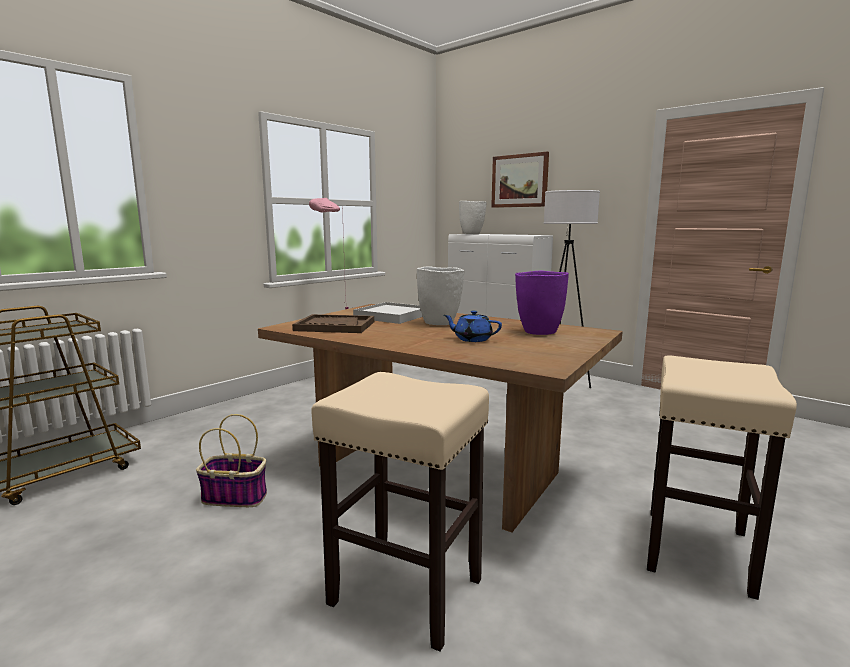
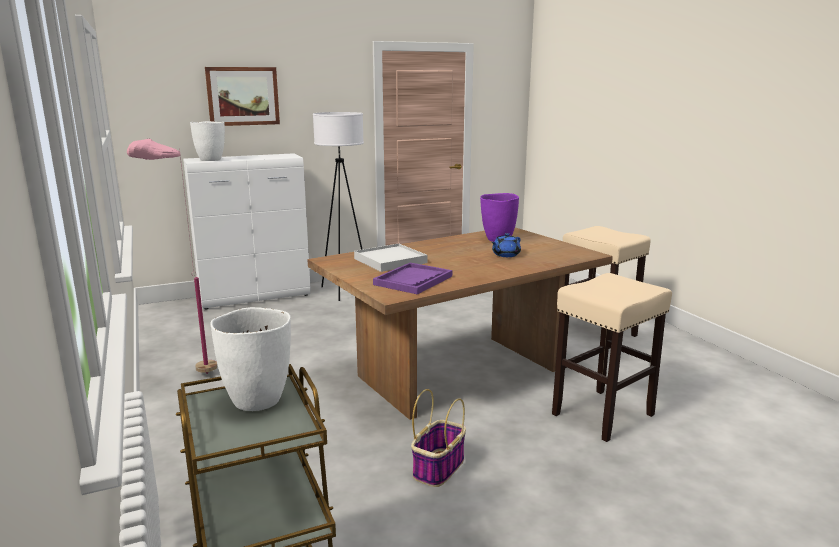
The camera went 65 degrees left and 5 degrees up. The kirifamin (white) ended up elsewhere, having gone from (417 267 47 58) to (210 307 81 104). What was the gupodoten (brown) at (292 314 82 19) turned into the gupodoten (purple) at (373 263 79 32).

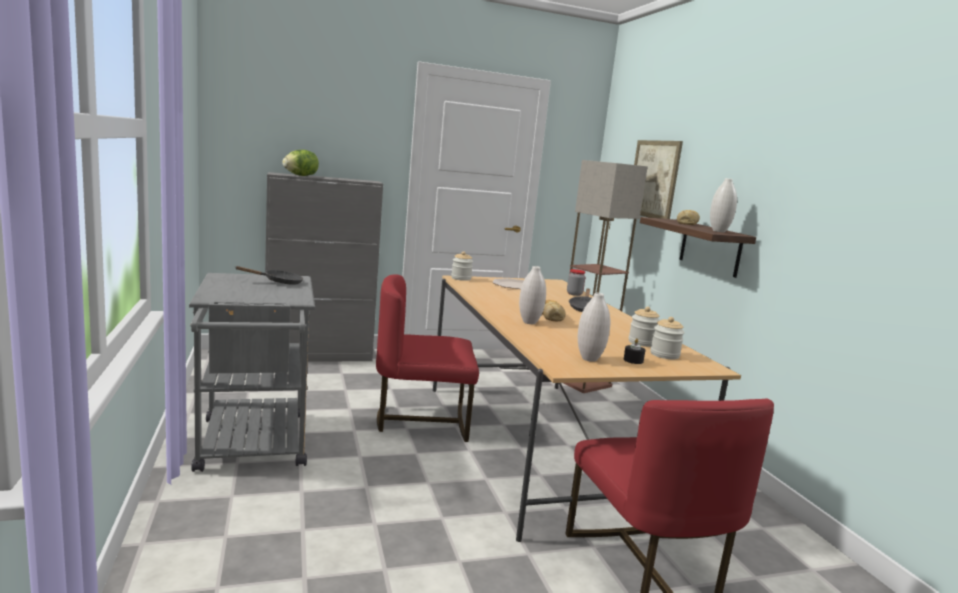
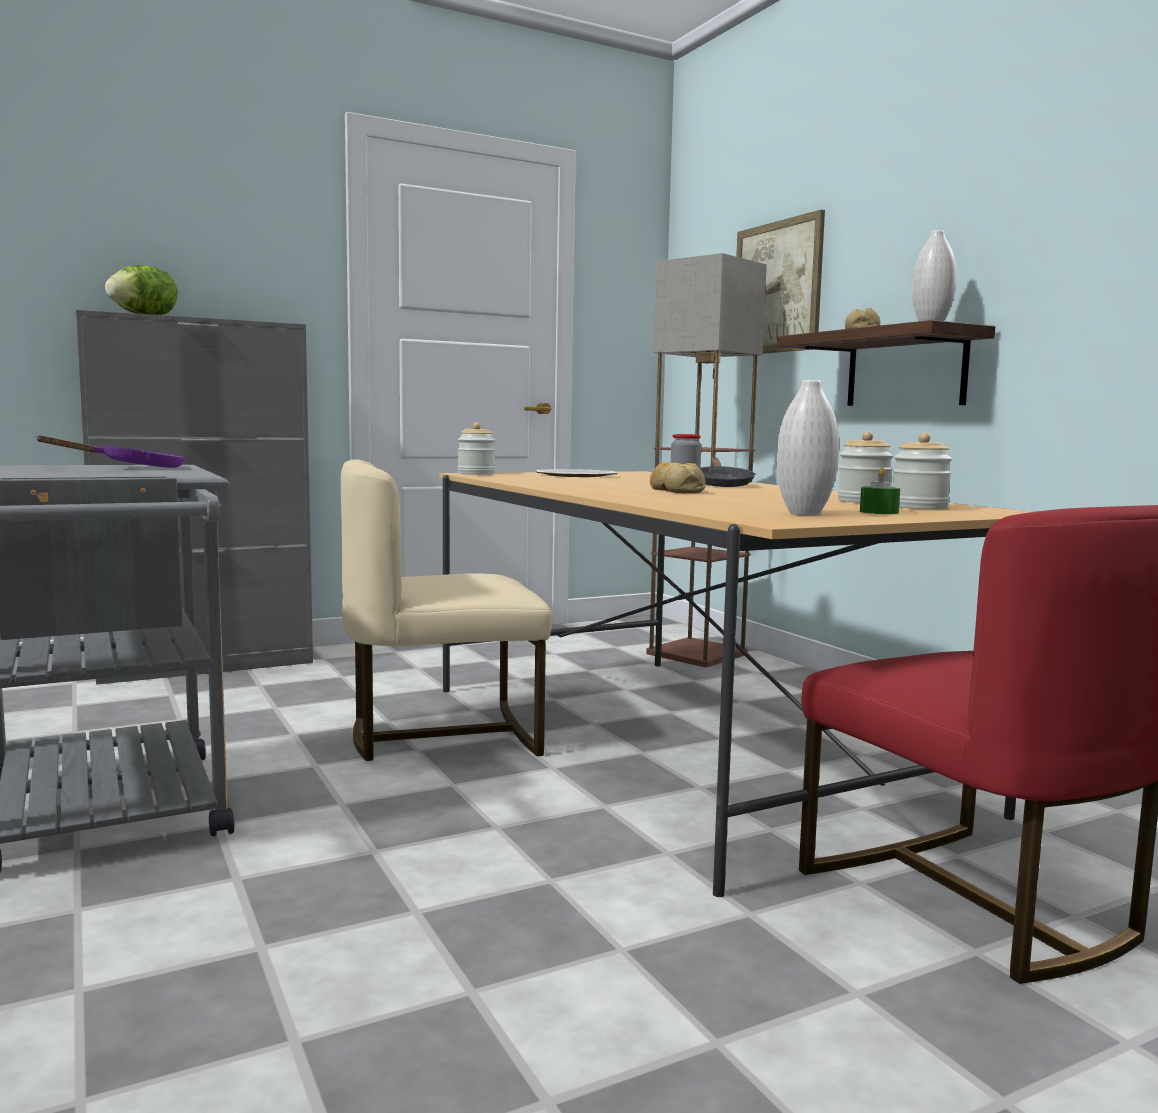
The camera went 10 degrees left and 5 degrees down. The second view lost the kirifamin (white) at (519 266 27 58). What was the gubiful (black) at (236 266 67 19) turned into the gubiful (purple) at (34 435 152 33). What was the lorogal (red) at (376 274 103 168) turned into the lorogal (beige) at (341 459 211 302). What was the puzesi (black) at (624 338 21 26) turned into the puzesi (green) at (860 467 40 47).

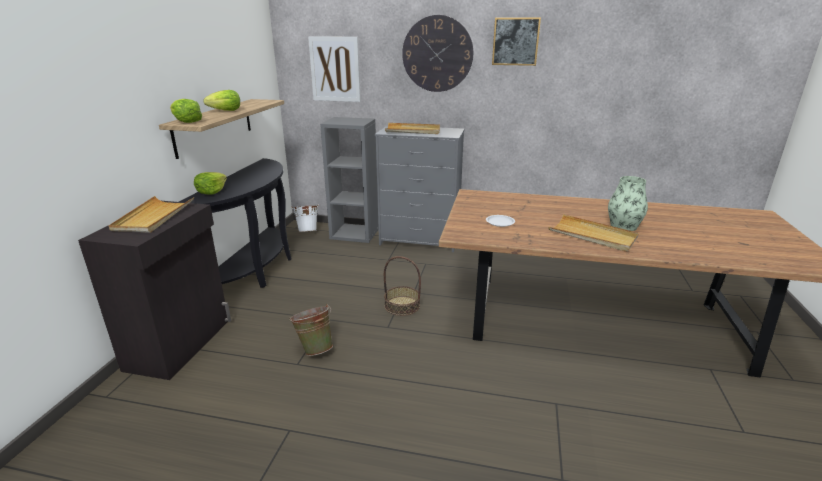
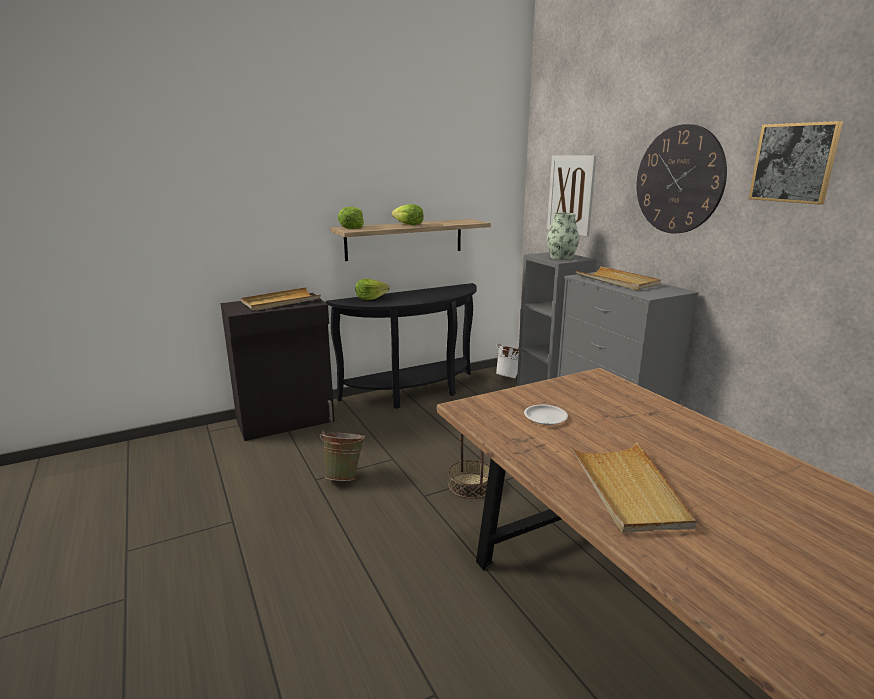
The camera went 50 degrees right and 5 degrees down. The kirifamin ended up elsewhere, having gone from (608 176 40 55) to (547 213 32 47).

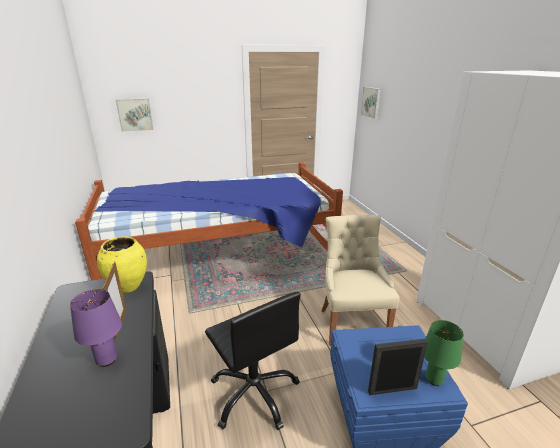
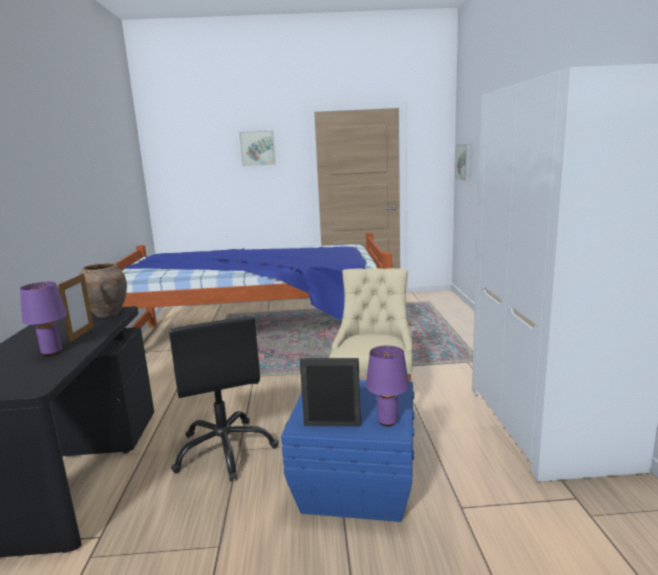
The camera went 15 degrees right and 10 degrees down. The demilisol ended up elsewhere, having gone from (116 98 37 34) to (239 131 36 35). What was the kirifamin (yellow) at (97 236 50 57) turned into the kirifamin (brown) at (80 263 47 55). What was the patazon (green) at (424 320 40 66) turned into the patazon (purple) at (366 346 43 80).

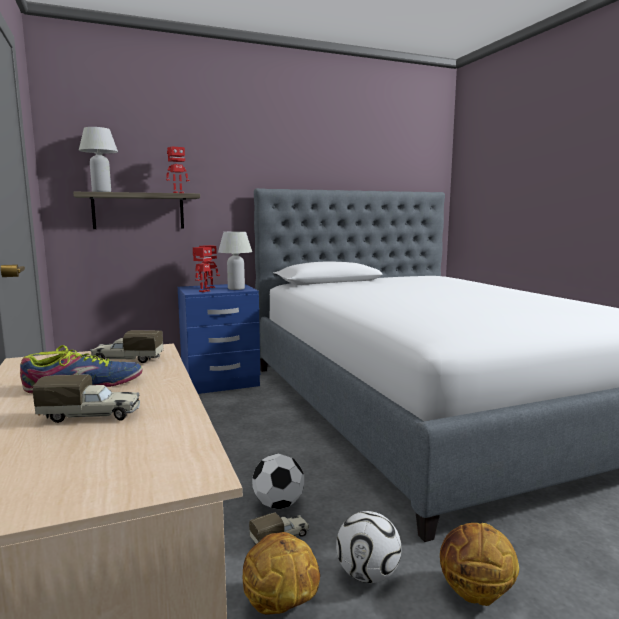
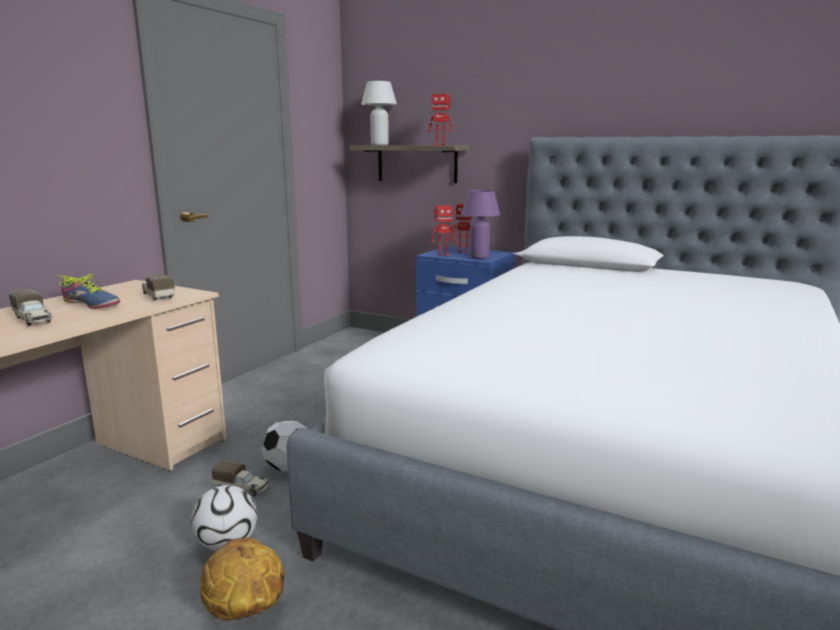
The camera went 50 degrees right and 5 degrees up. The second view lost the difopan at (243 532 77 82). What was the patazon (white) at (218 231 34 59) turned into the patazon (purple) at (461 190 39 69).

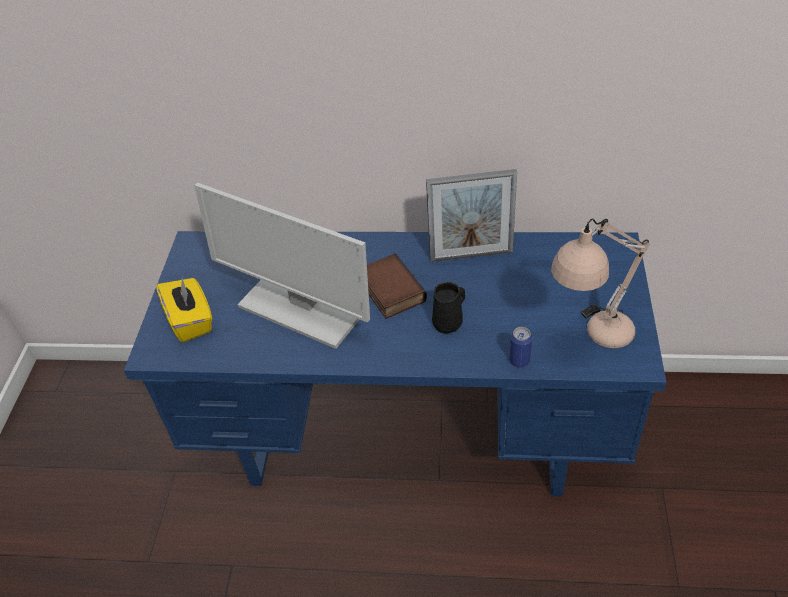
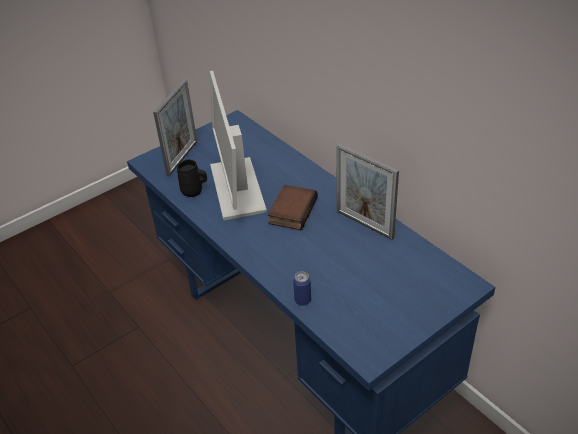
The camera went 45 degrees right and 5 degrees down. The second view lost the patazon (beige) at (551 219 99 129). The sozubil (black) ended up elsewhere, having gone from (432 282 33 52) to (177 159 30 38). Where the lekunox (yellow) stood at (156 276 56 66), the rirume came to stand at (153 79 44 97).

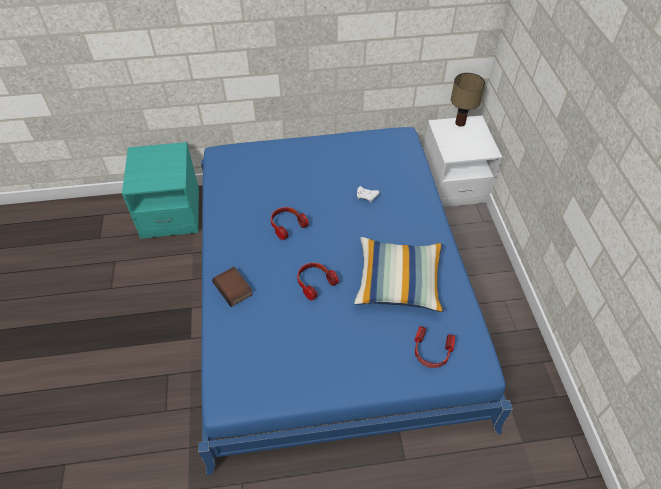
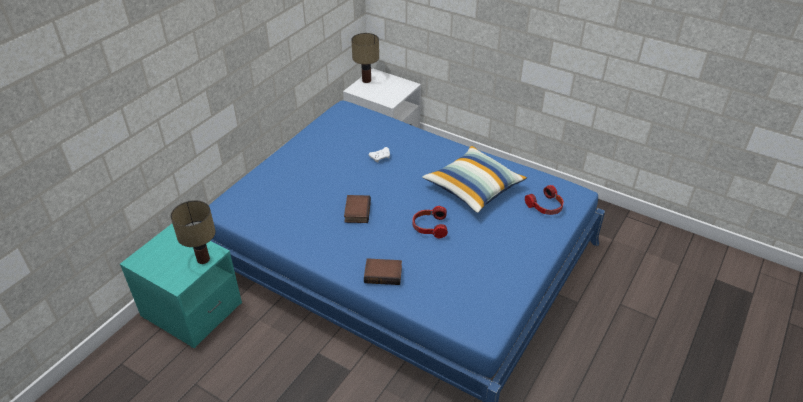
The camera went 50 degrees left and 10 degrees down. The second view gained the patazon at (171 200 45 64). Where the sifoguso stood at (271 207 38 33), the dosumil came to stand at (344 195 27 28).

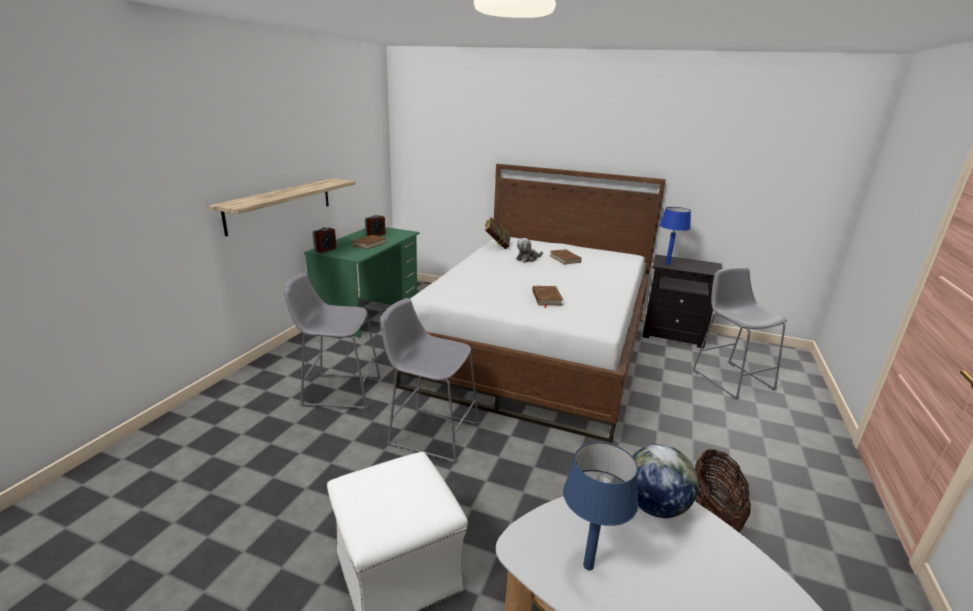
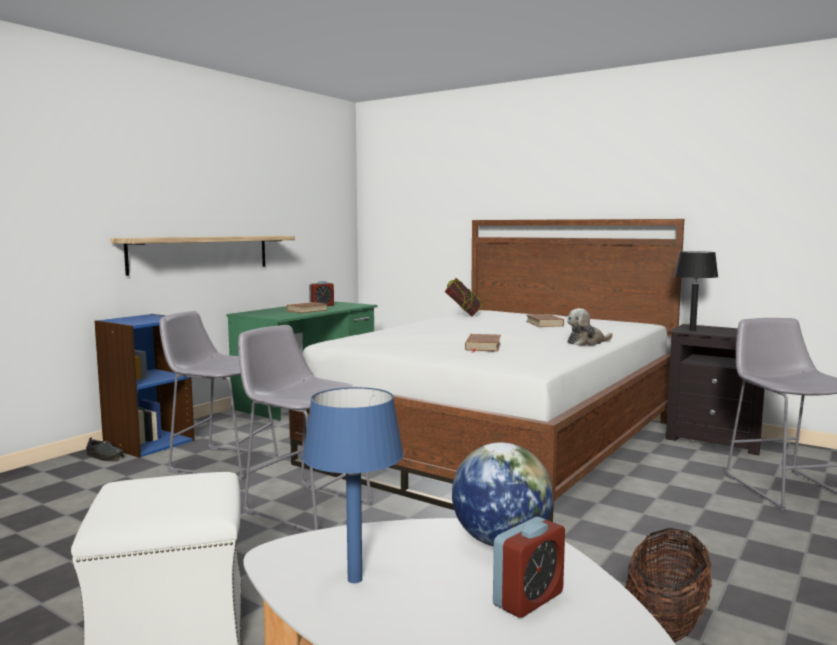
The camera went 15 degrees right and 15 degrees down. The second view gained the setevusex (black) at (86 437 38 24). The second view gained the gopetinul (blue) at (94 314 101 144). The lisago ended up elsewhere, having gone from (312 227 24 26) to (493 517 72 100). The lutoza ended up elsewhere, having gone from (516 238 27 25) to (567 308 46 38). What was the patazon (blue) at (659 207 32 58) turned into the patazon (black) at (674 251 44 80).

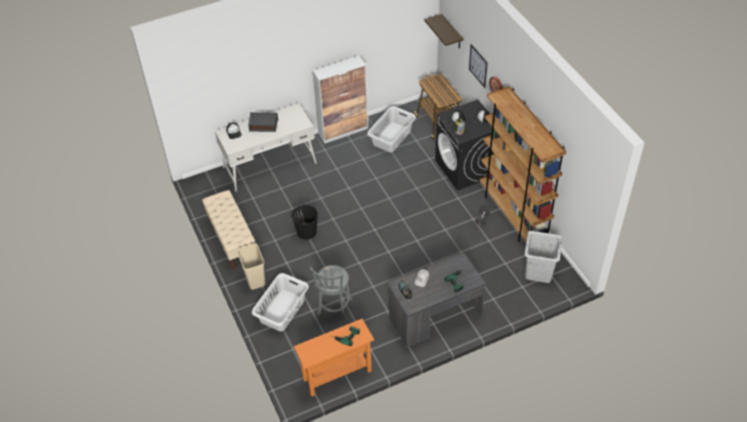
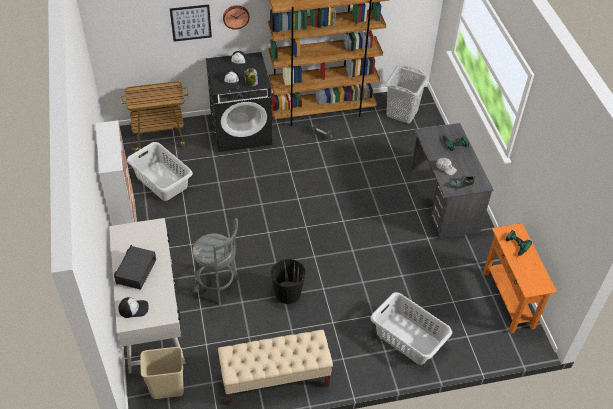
The camera went 80 degrees left and 0 degrees up. The second view lost the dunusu at (424 14 39 34). The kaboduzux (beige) ended up elsewhere, having gone from (237 243 28 47) to (140 347 44 52). The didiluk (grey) ended up elsewhere, having gone from (310 265 43 56) to (193 218 47 87).

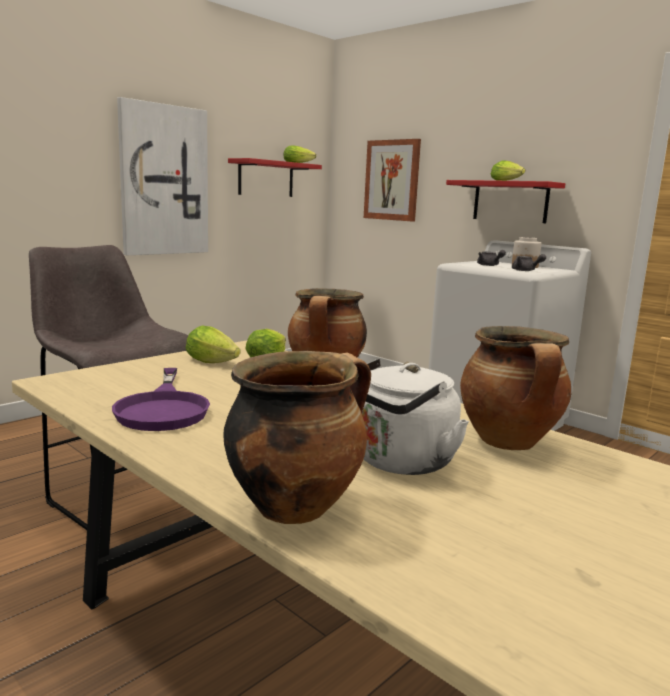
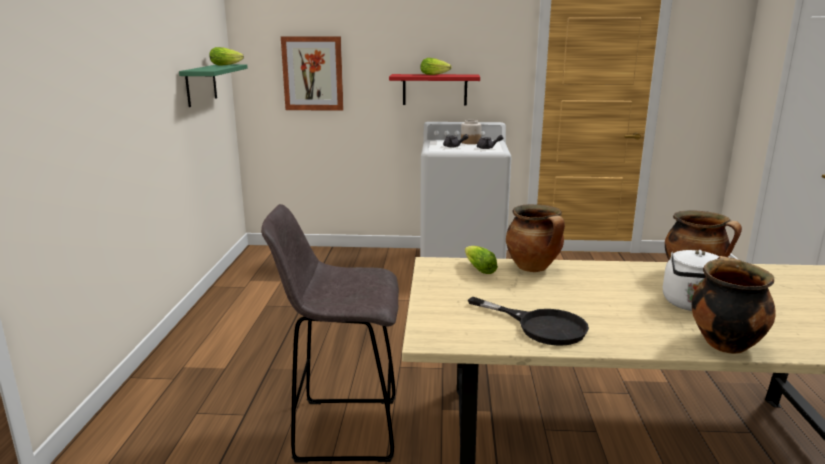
The camera went 40 degrees left and 5 degrees up. The second view lost the demilisol at (117 97 91 158). The second view lost the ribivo at (185 326 56 37). What was the gubiful (purple) at (112 368 98 63) turned into the gubiful (black) at (468 297 121 49). What was the dunusu (red) at (228 158 94 39) turned into the dunusu (green) at (179 64 69 43).

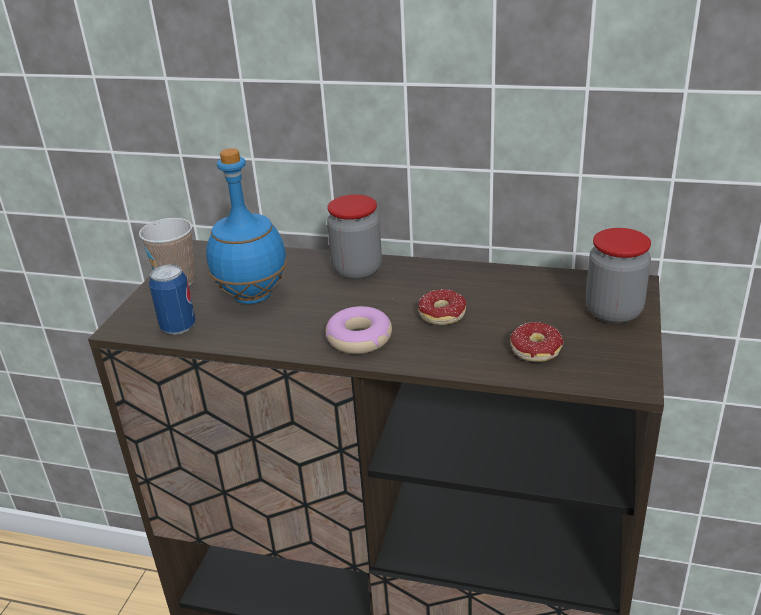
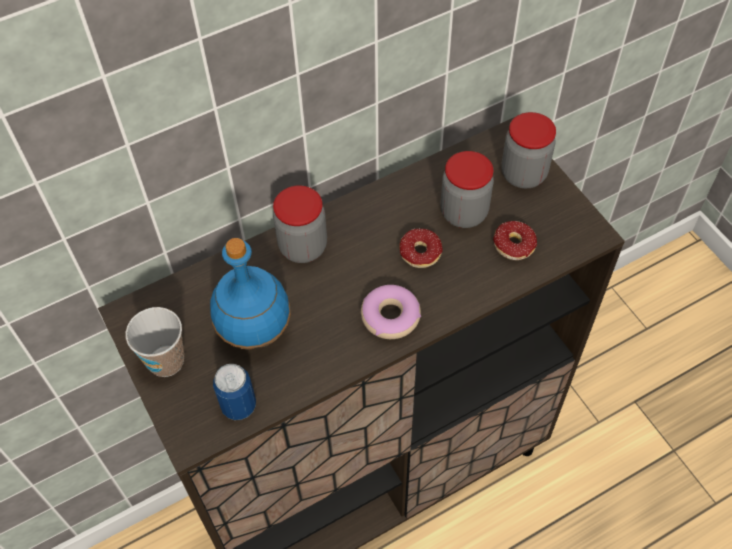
The camera went 45 degrees left and 25 degrees up. The second view gained the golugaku at (441 151 53 77).

